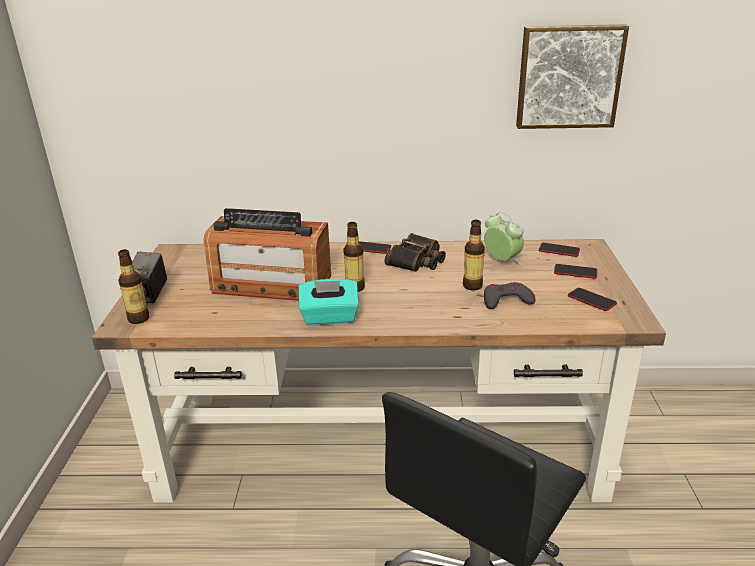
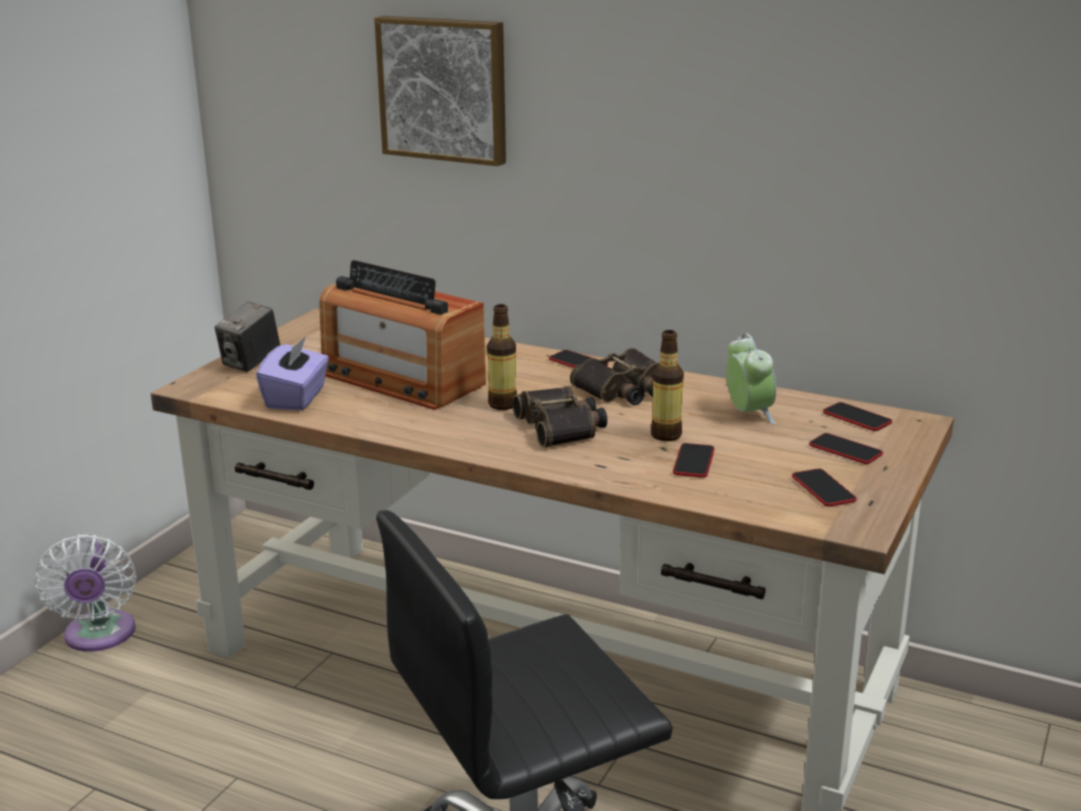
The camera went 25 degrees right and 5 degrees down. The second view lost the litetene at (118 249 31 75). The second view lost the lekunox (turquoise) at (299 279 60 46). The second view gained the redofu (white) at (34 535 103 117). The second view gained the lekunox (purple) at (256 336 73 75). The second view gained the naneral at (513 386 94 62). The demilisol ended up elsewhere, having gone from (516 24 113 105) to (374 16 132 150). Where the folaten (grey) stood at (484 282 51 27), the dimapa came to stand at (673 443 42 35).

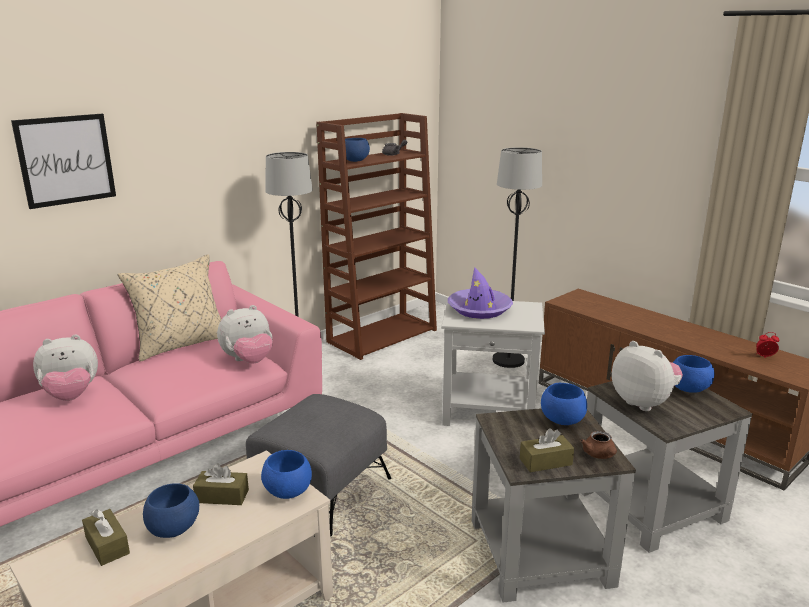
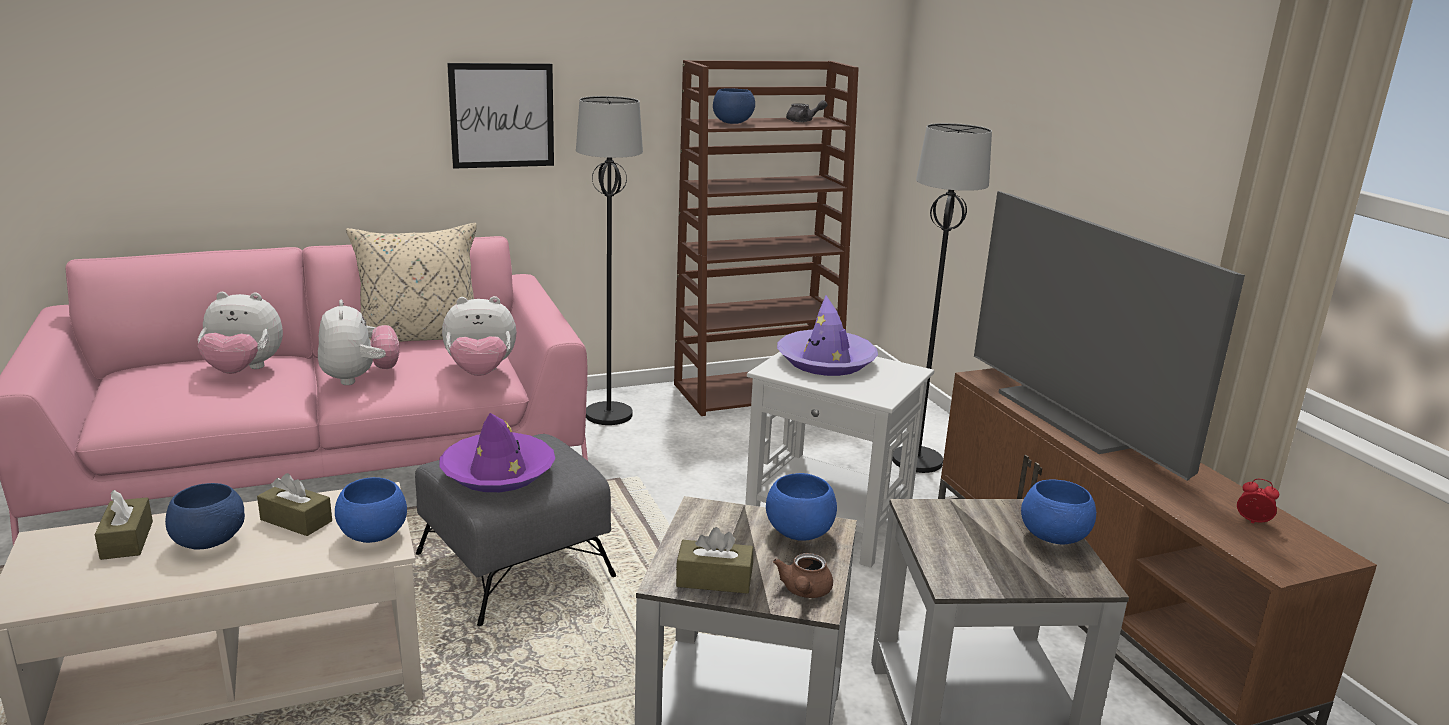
The camera went 20 degrees right and 0 degrees up. The second view gained the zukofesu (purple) at (439 413 116 79). The second view gained the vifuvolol at (974 191 271 290). The demilisol ended up elsewhere, having gone from (11 113 105 96) to (447 63 107 106). The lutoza ended up elsewhere, having gone from (612 341 71 70) to (318 300 81 85).

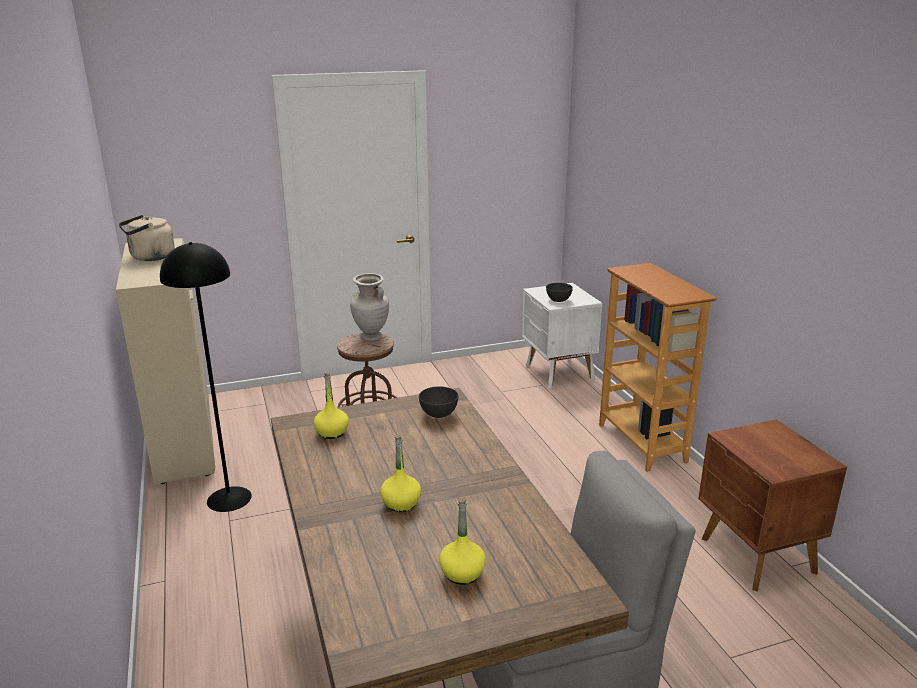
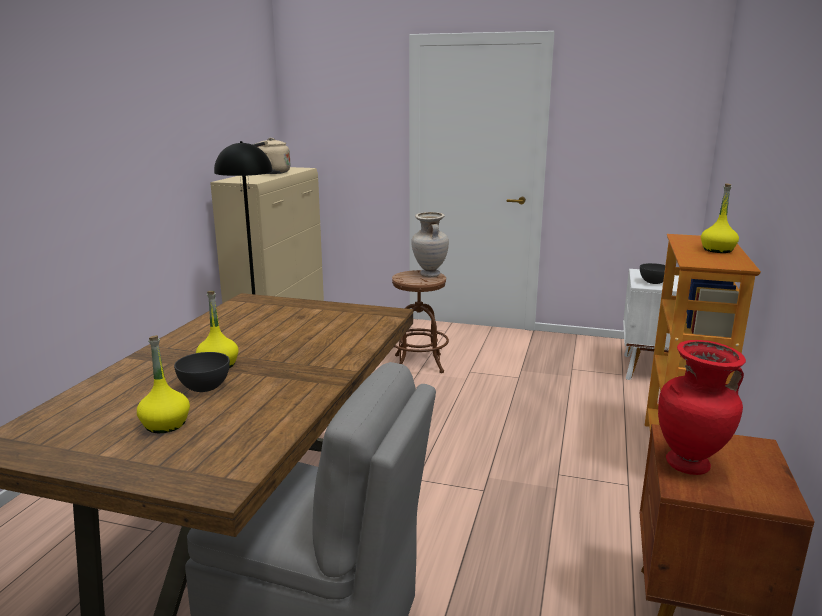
The camera went 35 degrees right and 5 degrees down. The second view gained the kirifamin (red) at (658 340 88 135). The litetene (yellow) ended up elsewhere, having gone from (314 372 35 67) to (701 183 38 70). The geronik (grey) ended up elsewhere, having gone from (419 386 39 32) to (174 352 56 40).

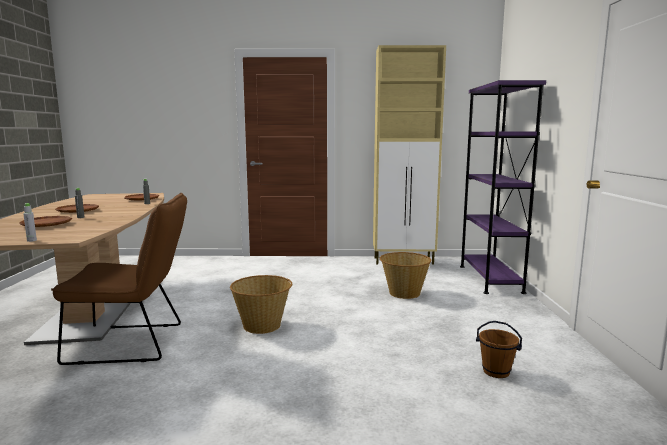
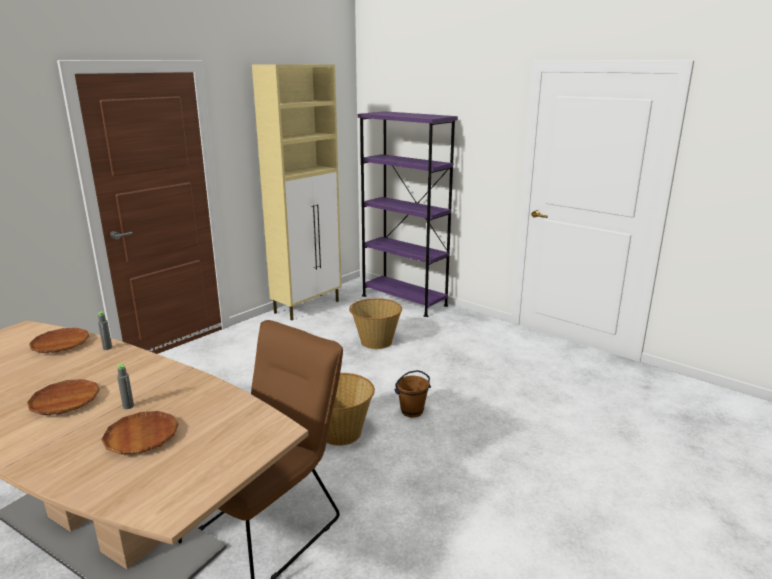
The camera went 50 degrees left and 10 degrees up. The second view lost the litetene (grey) at (23 203 14 39). The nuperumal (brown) ended up elsewhere, having gone from (476 321 46 57) to (394 370 37 48).

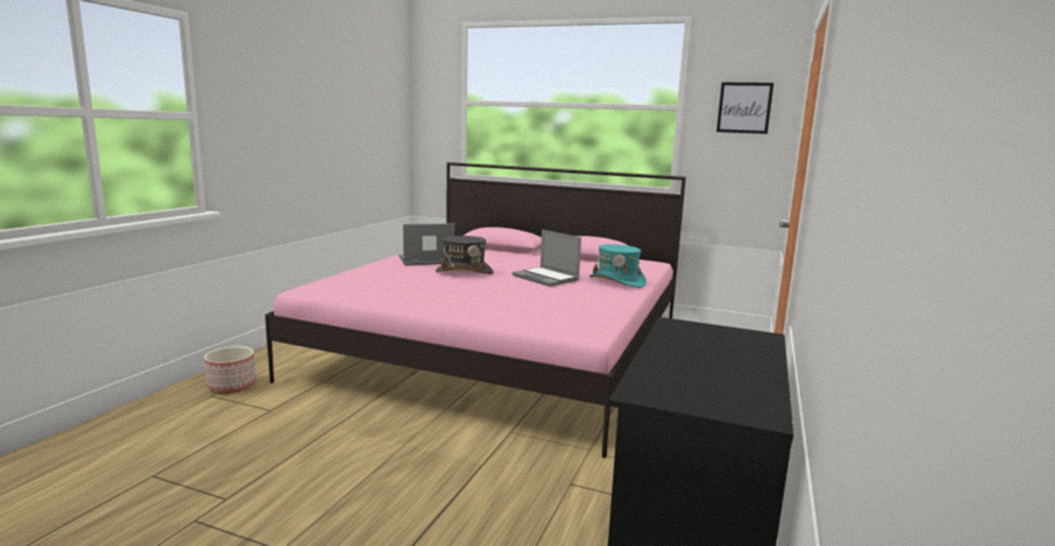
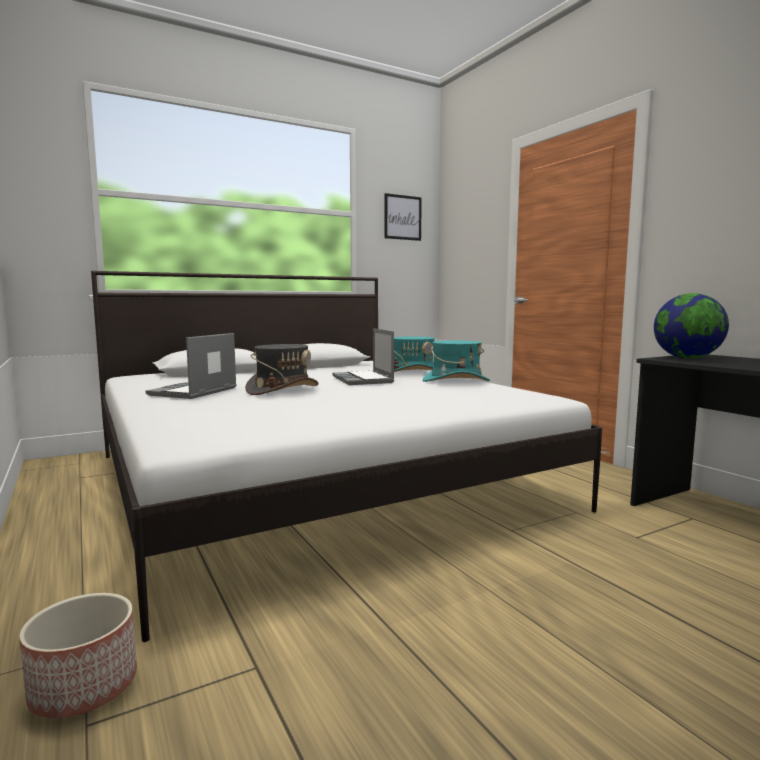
The camera went 50 degrees left and 5 degrees down. The second view gained the zukofesu (turquoise) at (423 340 67 42). The second view gained the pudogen at (654 293 75 66). What was the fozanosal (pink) at (265 162 421 296) turned into the fozanosal (white) at (91 271 511 371). The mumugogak at (512 229 69 58) ended up facing another way, 75 degrees clockwise from before.

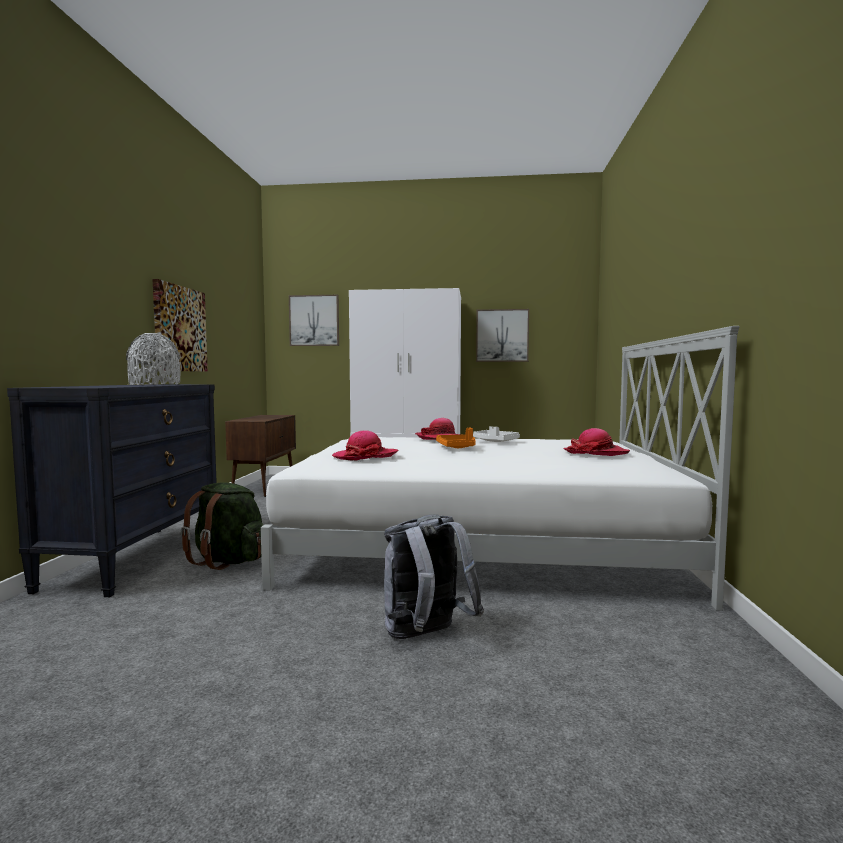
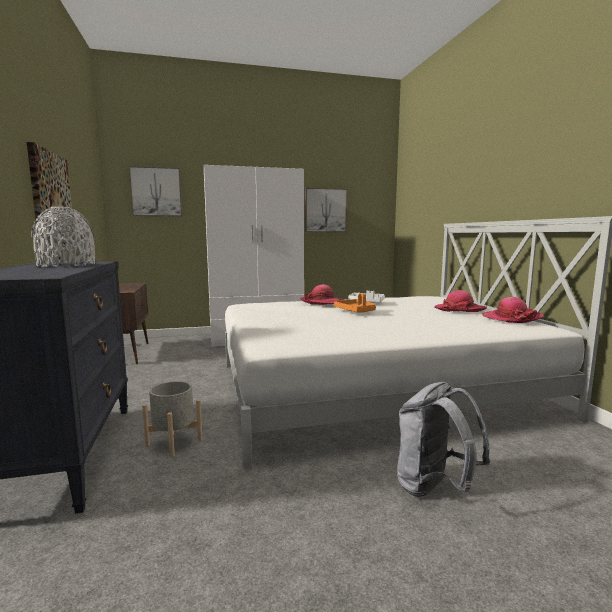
The camera went 20 degrees left and 5 degrees up. The zukofesu ended up elsewhere, having gone from (332 430 67 30) to (482 297 62 26). Where the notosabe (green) stood at (180 482 83 88), the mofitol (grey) came to stand at (142 381 60 76).

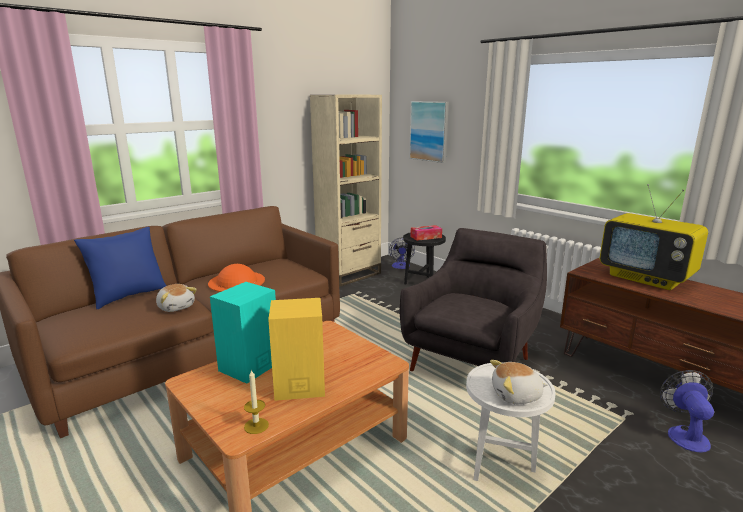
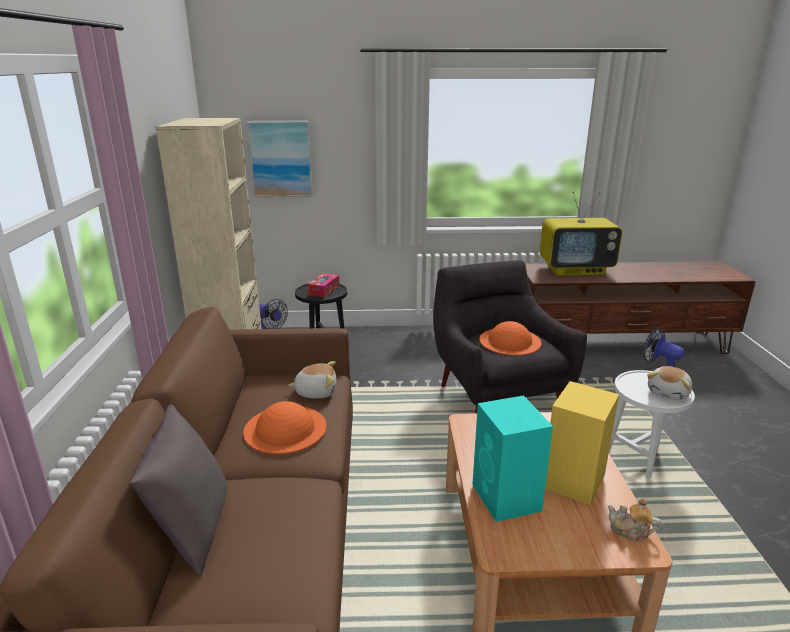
The camera went 50 degrees left and 5 degrees up. The second view gained the zukofesu (orange) at (480 321 62 34). The lutoza ended up elsewhere, having gone from (156 284 41 28) to (289 361 47 38). Where the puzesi stood at (244 369 25 65), the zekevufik came to stand at (608 499 53 43). What was the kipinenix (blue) at (74 227 93 82) turned into the kipinenix (grey) at (130 405 97 172).

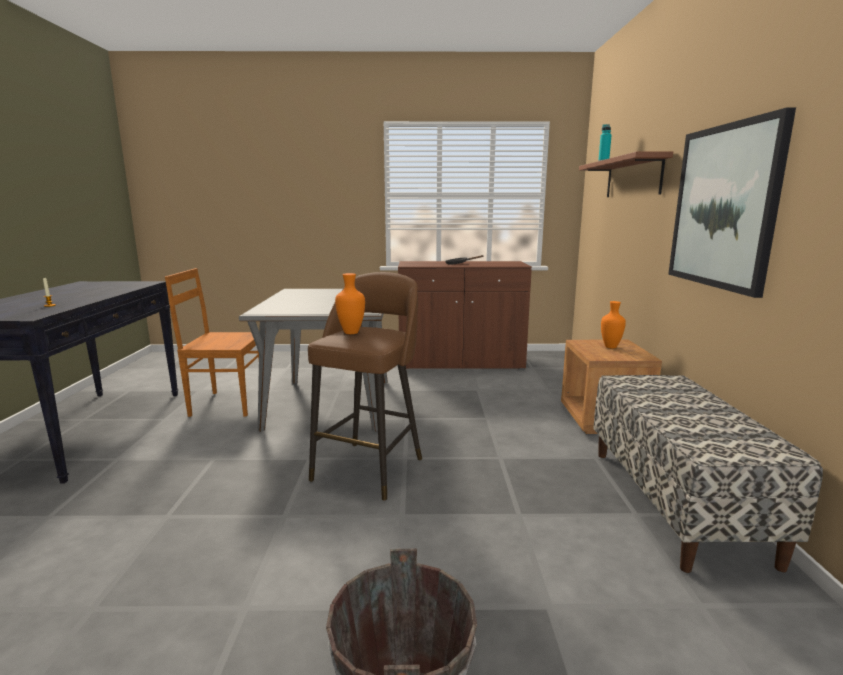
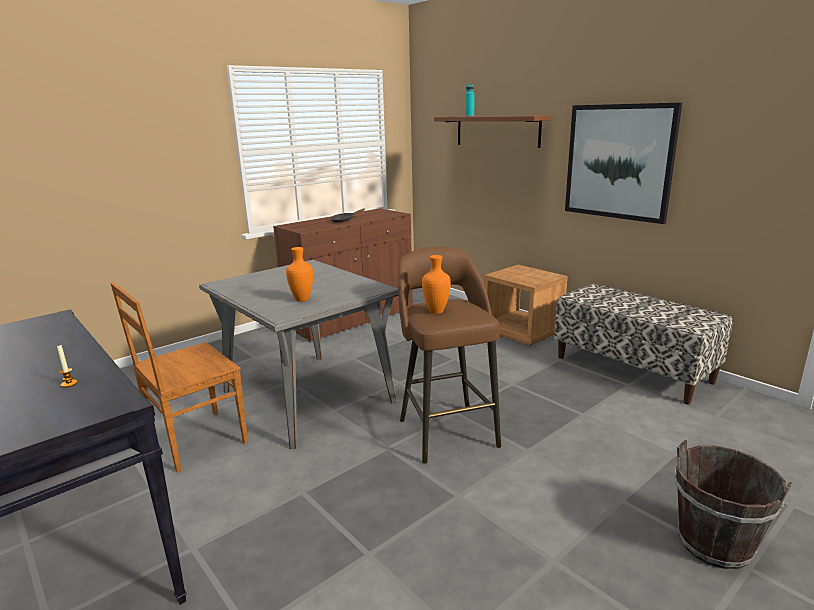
The camera went 40 degrees left and 5 degrees up. The kirifamin (orange) ended up elsewhere, having gone from (601 301 25 47) to (286 247 27 55).

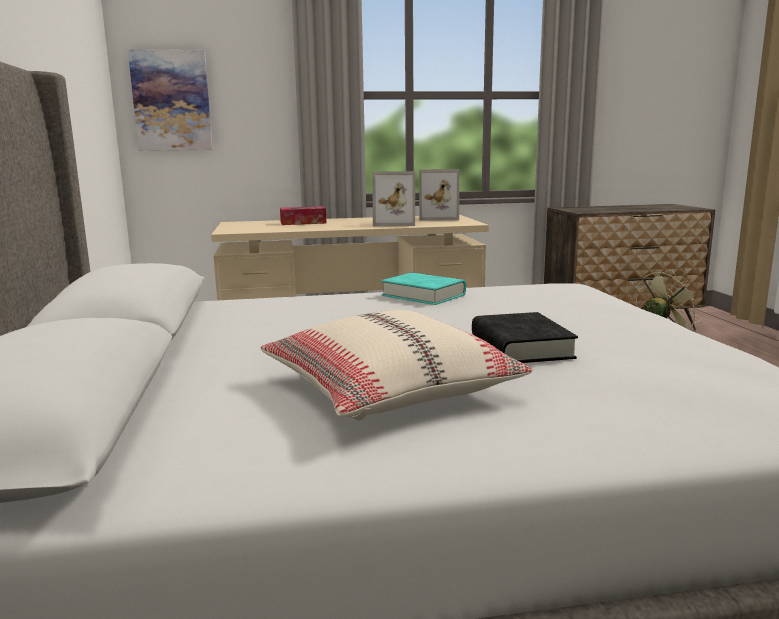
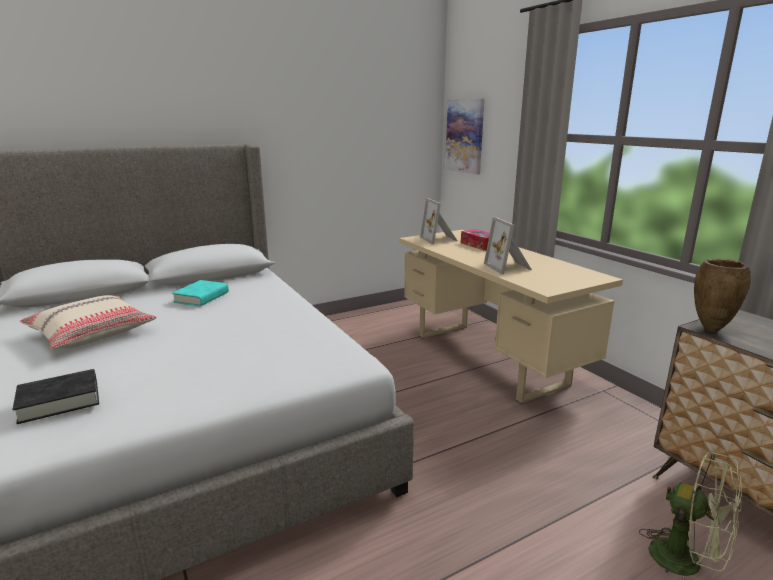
The camera went 70 degrees right and 5 degrees up. The second view gained the kirifamin (brown) at (694 258 57 74). The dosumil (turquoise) ended up elsewhere, having gone from (382 273 84 32) to (172 280 57 26). The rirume ended up elsewhere, having gone from (419 169 40 52) to (420 198 37 46). The dosumil (black) ended up elsewhere, having gone from (472 312 106 51) to (12 369 87 55).

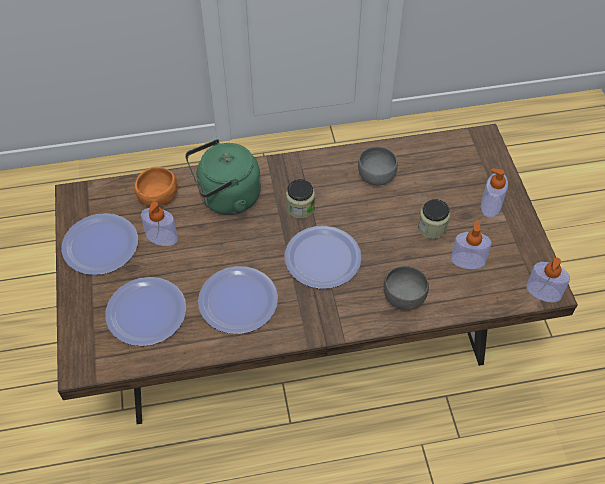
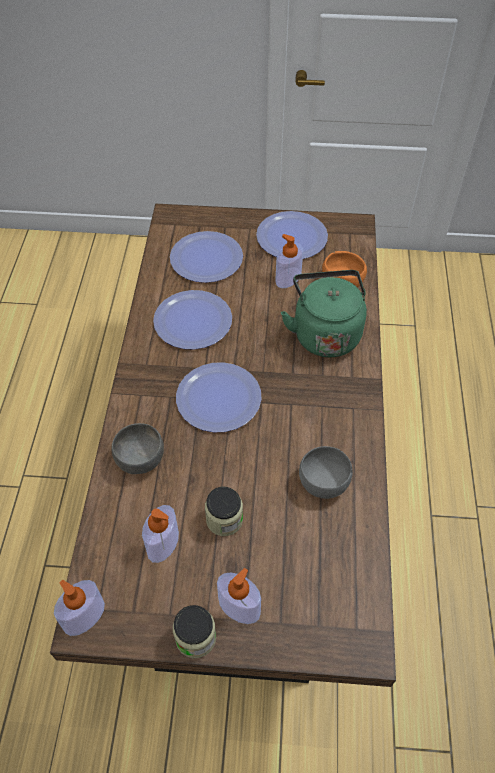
The camera went 105 degrees right and 0 degrees up. The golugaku ended up elsewhere, having gone from (286 179 29 40) to (173 605 43 53).

